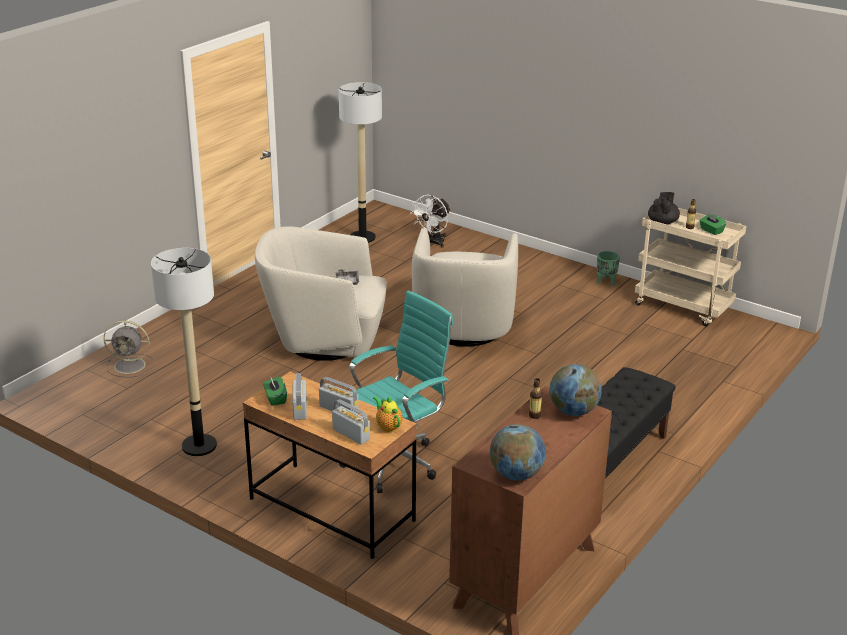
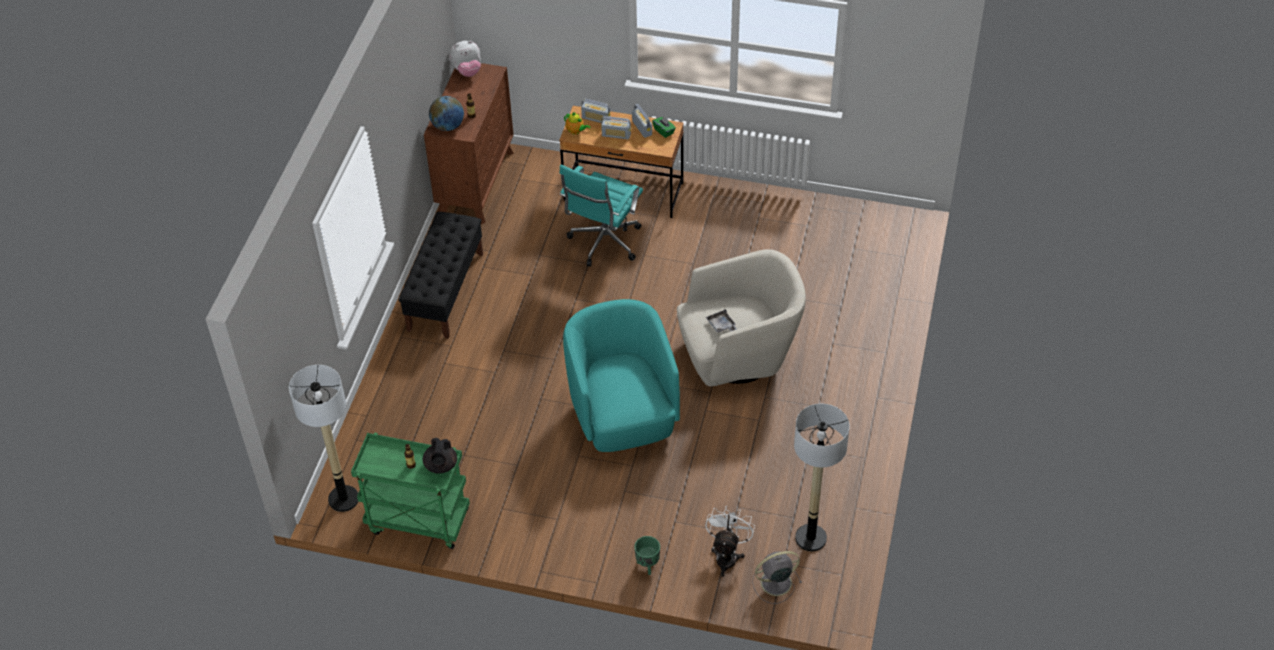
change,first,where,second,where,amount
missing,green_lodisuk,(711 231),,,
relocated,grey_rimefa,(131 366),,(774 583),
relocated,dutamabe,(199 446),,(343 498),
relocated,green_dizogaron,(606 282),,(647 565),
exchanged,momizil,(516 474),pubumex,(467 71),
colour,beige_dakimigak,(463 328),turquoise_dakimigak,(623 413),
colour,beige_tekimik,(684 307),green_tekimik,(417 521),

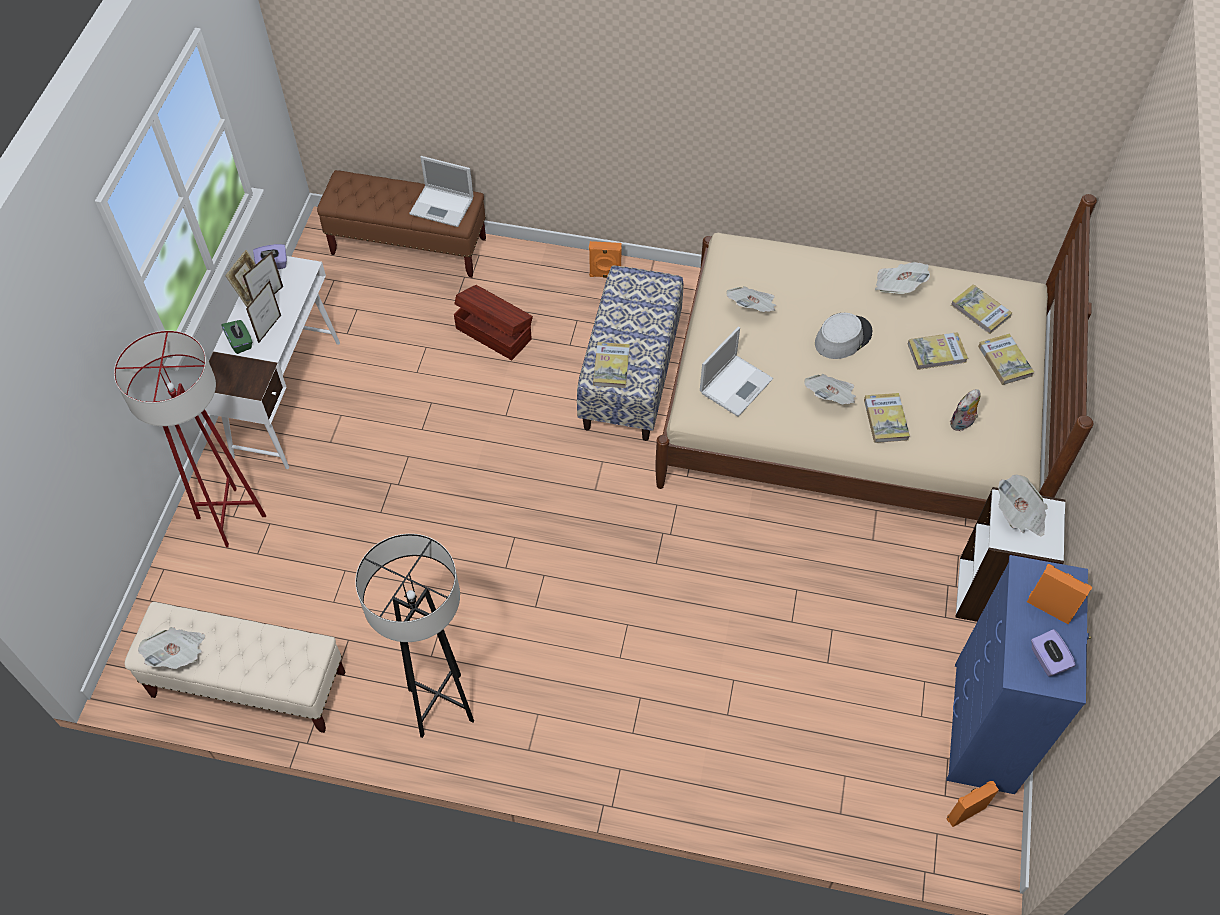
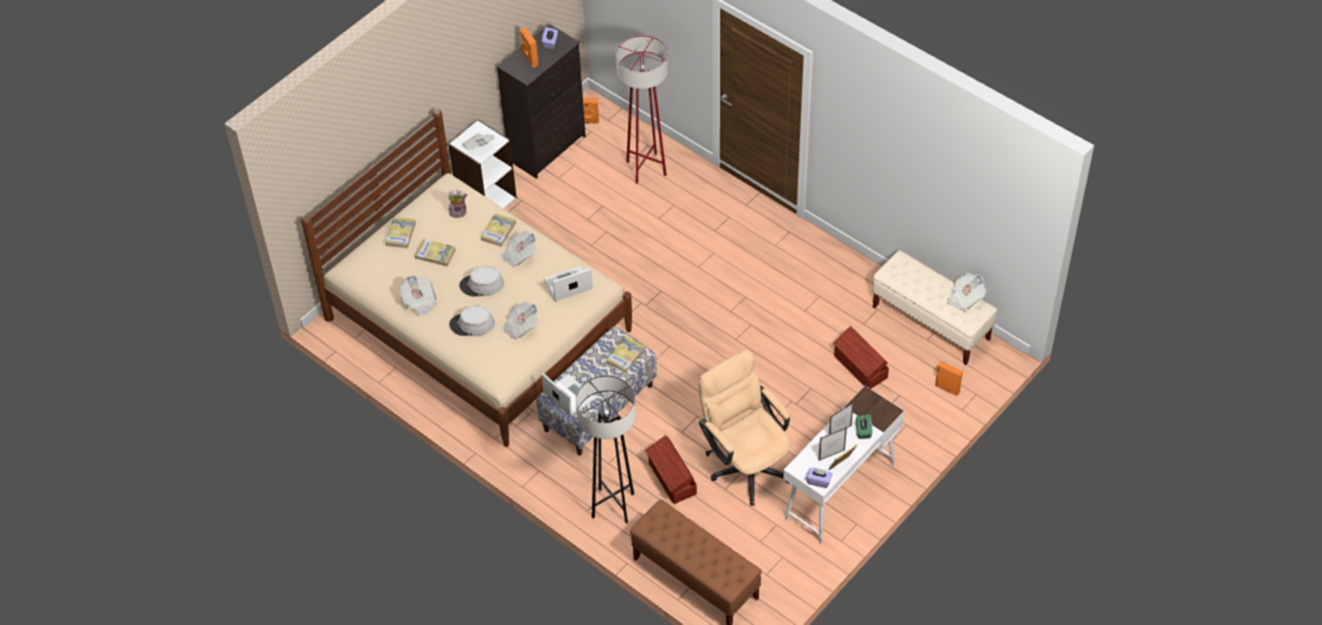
change,first,where,second,where,amount
missing,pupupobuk,(980 311),,,
appeared,,,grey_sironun,(472 324),
appeared,,,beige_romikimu,(745 463),
appeared,,,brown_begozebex,(860 367),
relocated,red_dutamabe,(231 517),,(646 168),
relocated,grey_dutamabe,(441 705),,(613 506),
relocated,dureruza,(443 206),,(568 395),
relocated,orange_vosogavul,(605 275),,(947 388),
colour,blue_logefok,(982 728),black_logefok,(548 148),

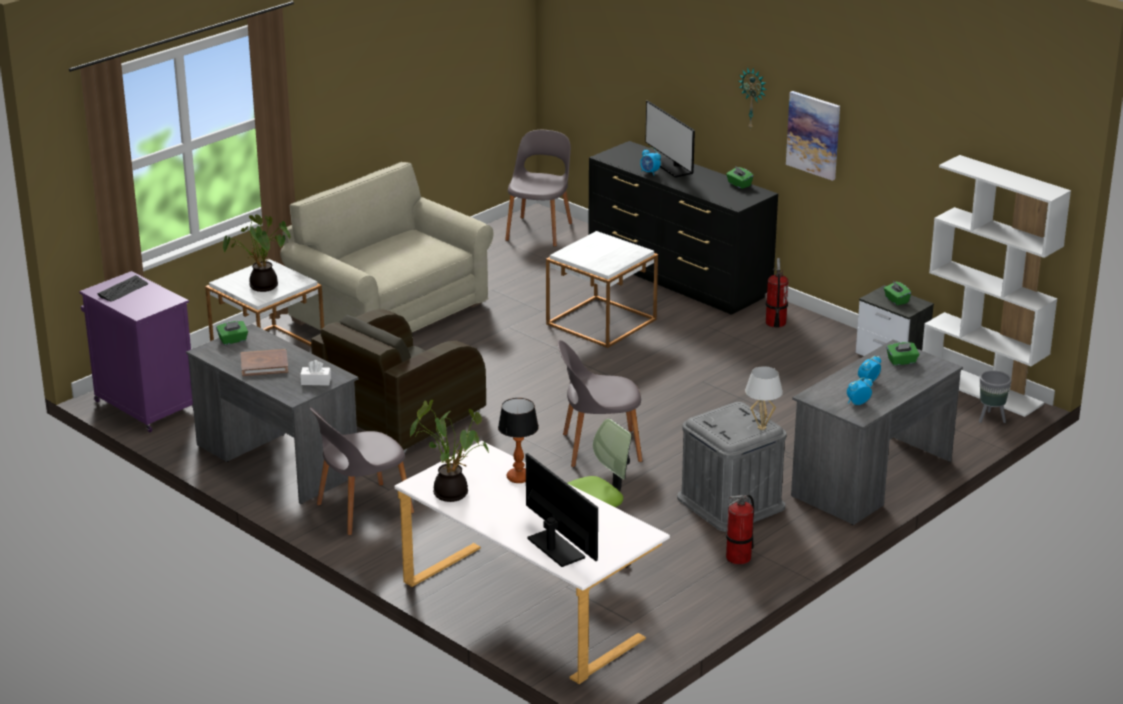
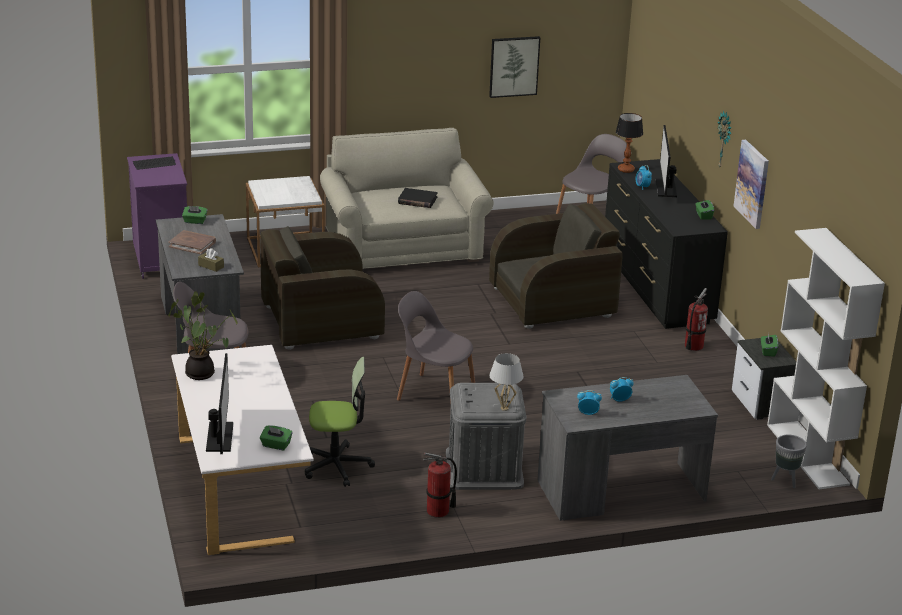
change,first,where,second,where,amount
missing,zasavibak,(261 287),,,
appeared,,,black_pupupobuk,(417 200),
appeared,,,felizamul,(514 66),
relocated,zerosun,(518 477),,(626 169),
relocated,green_lodisuk,(902 361),,(276 445),
exchanged,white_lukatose,(601 322),brown_dakimigak,(553 302),
colour,white_lodisuk,(316 381),brown_lodisuk,(211 266),

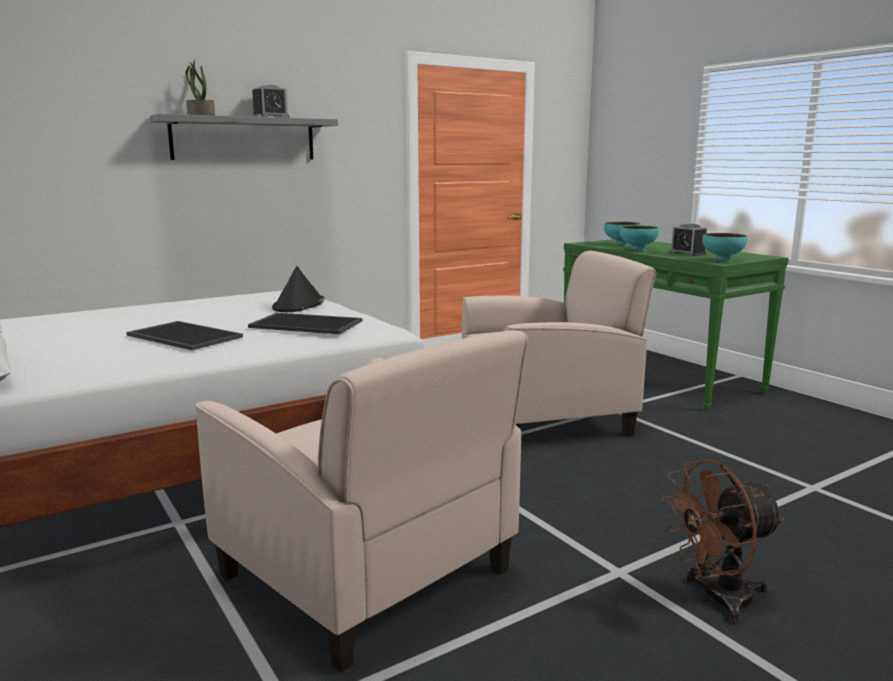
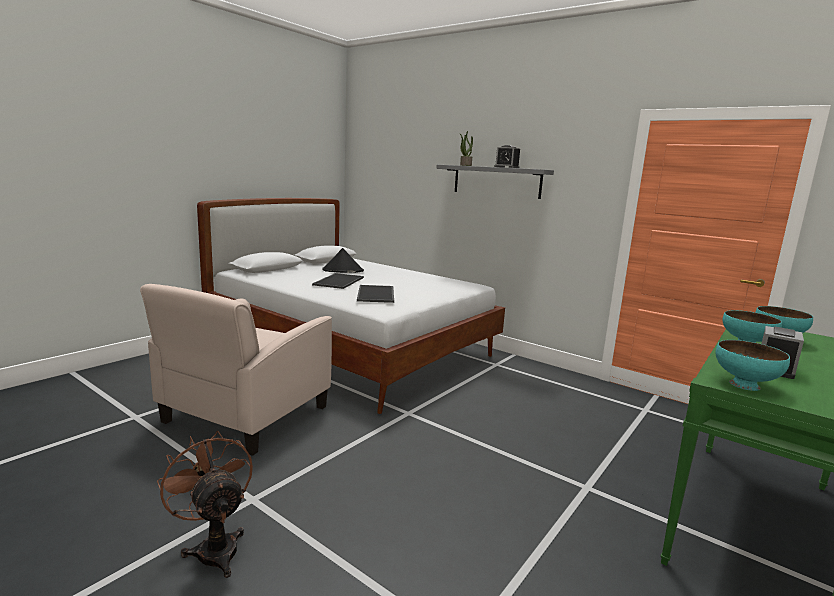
change,first,where,second,where,amount
missing,beige_dakimigak,(547 418),,,
relocated,black_sironun,(298 305),,(342 270),

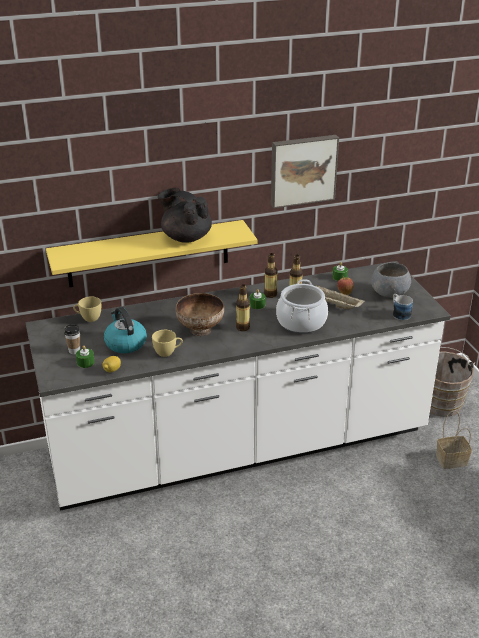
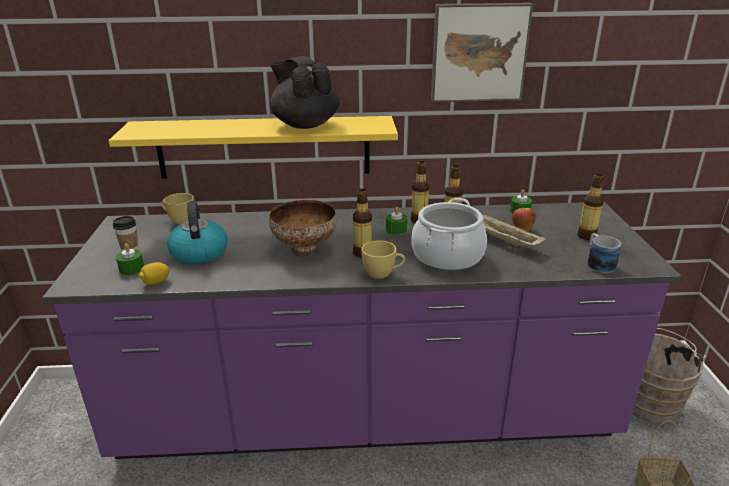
change,first,where,second,where,amount
relocated,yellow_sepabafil,(168 352),,(383 274),
exchanged,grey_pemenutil,(389 293),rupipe,(586 236),
colour,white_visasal,(239 447),purple_visasal,(365 416),

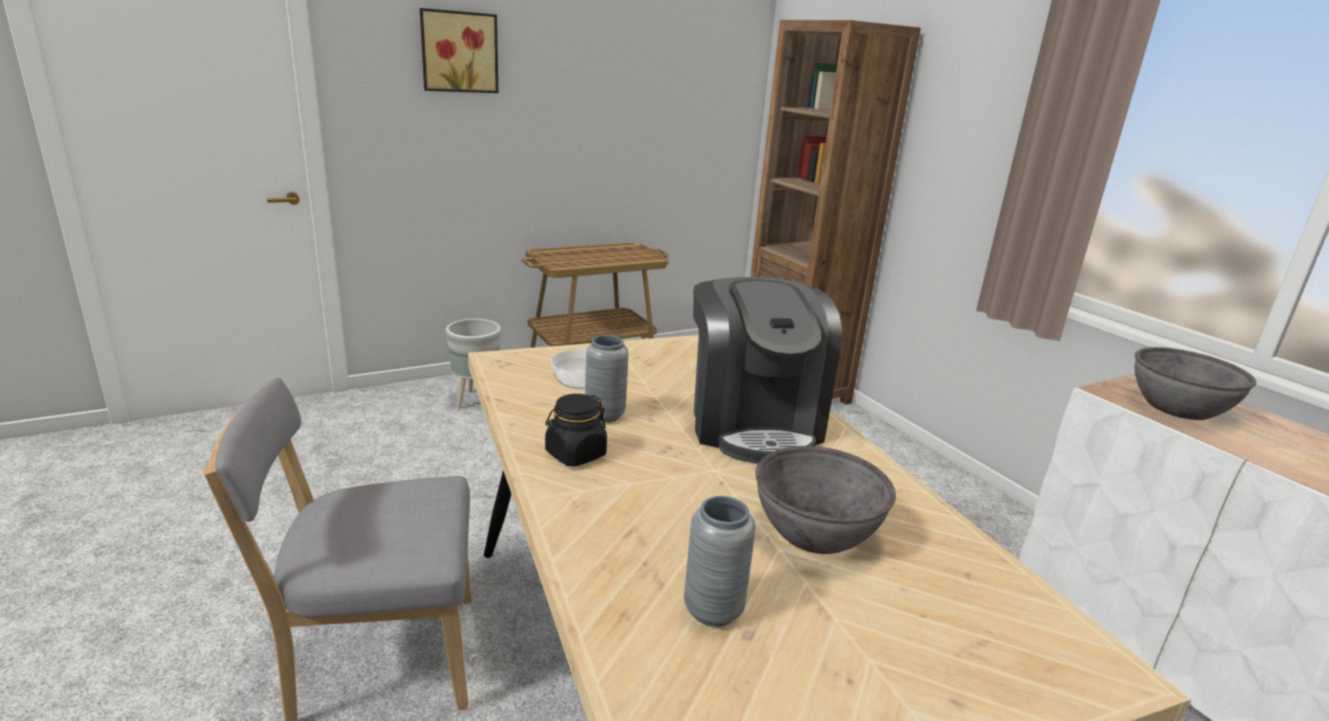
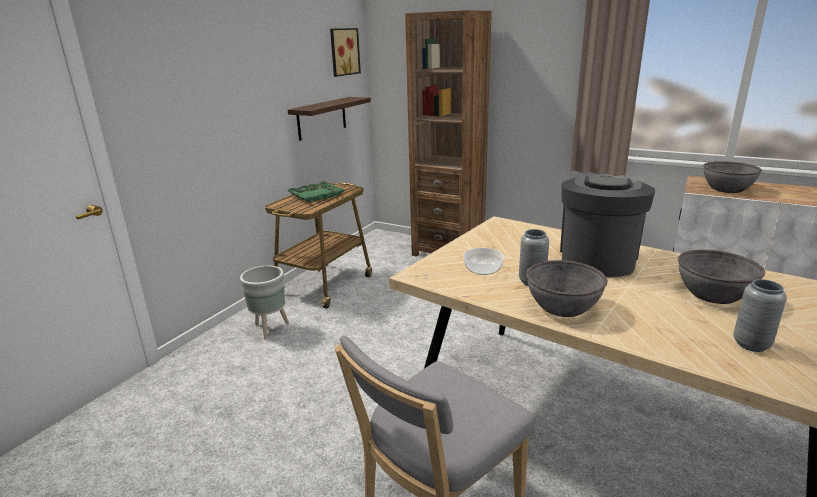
change,first,where,second,where,amount
appeared,,,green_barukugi,(316 195),
appeared,,,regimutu,(322 118),
relocated,felizamul,(459 52),,(343 52),
exchanged,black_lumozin,(575 454),grey_pemenutil,(562 306),
spun,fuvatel,(753 424),,(597 258),120 degrees counterclockwise

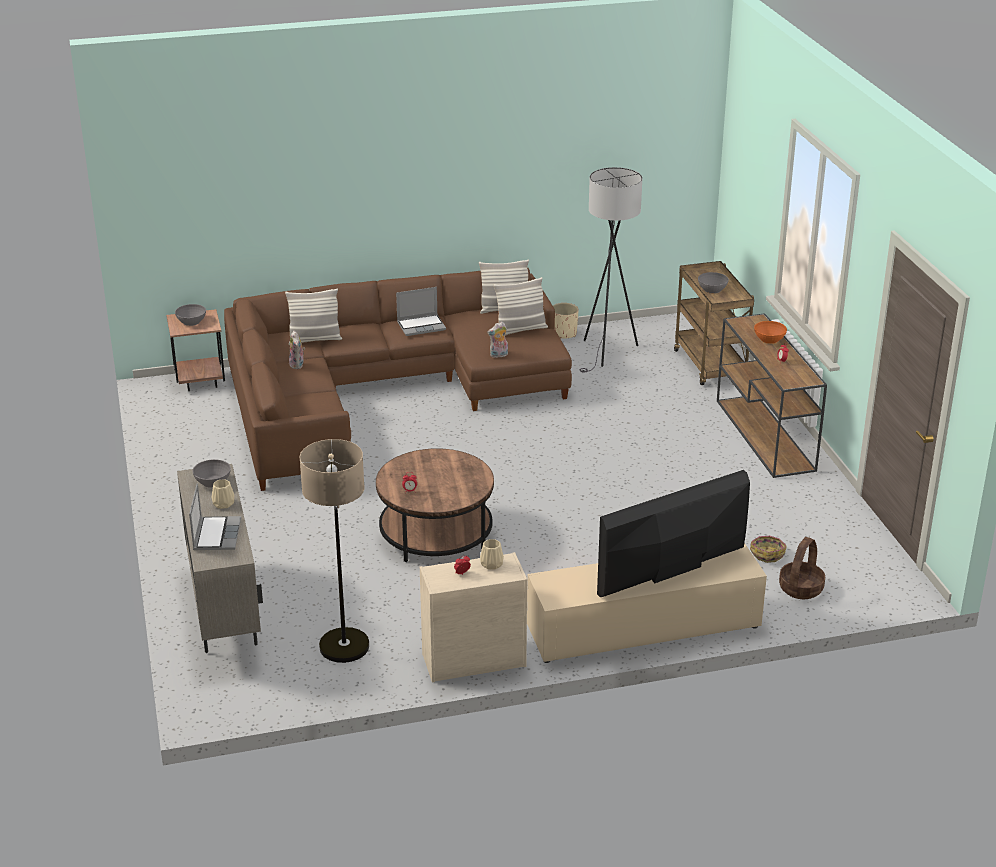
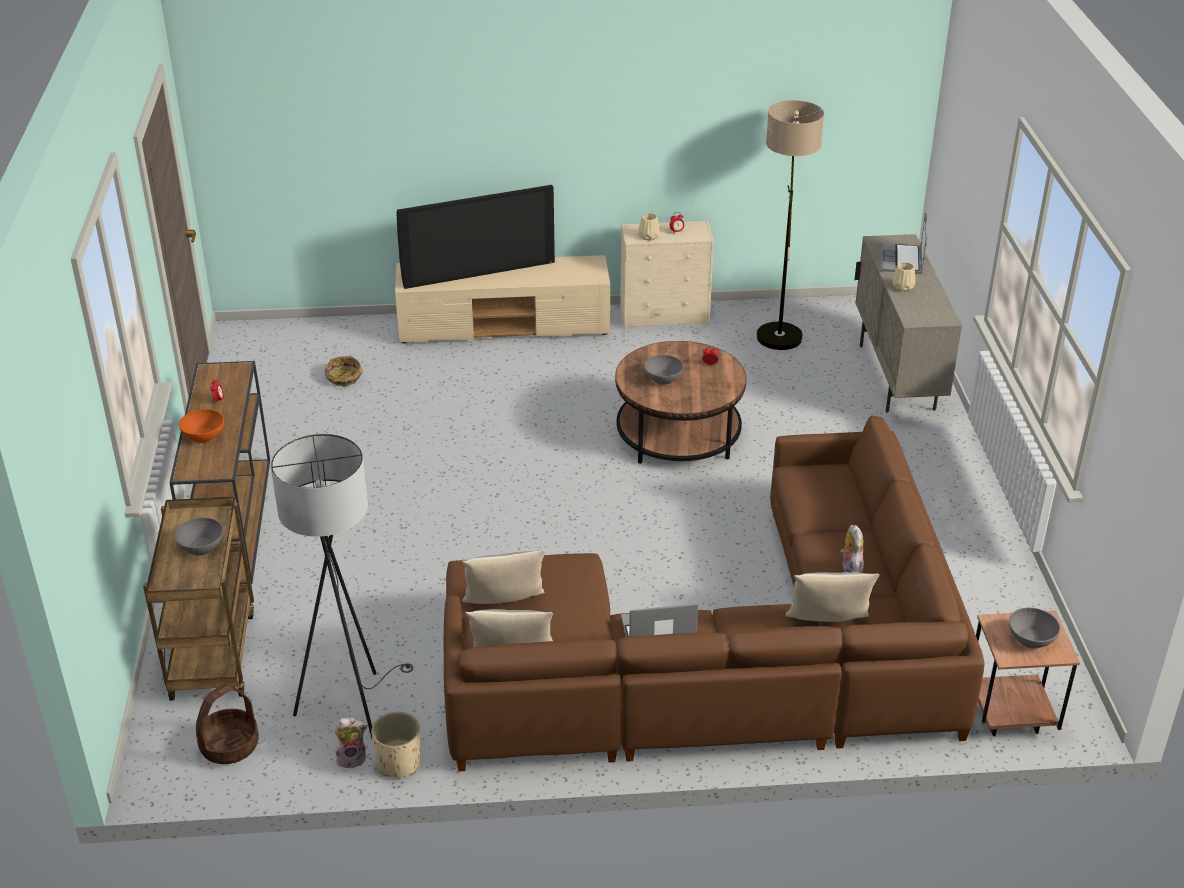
change,first,where,second,where,amount
relocated,grey_pemenutil,(213 481),,(663 378),
relocated,pubumex,(498 355),,(352 758),
relocated,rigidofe,(801 588),,(229 745),

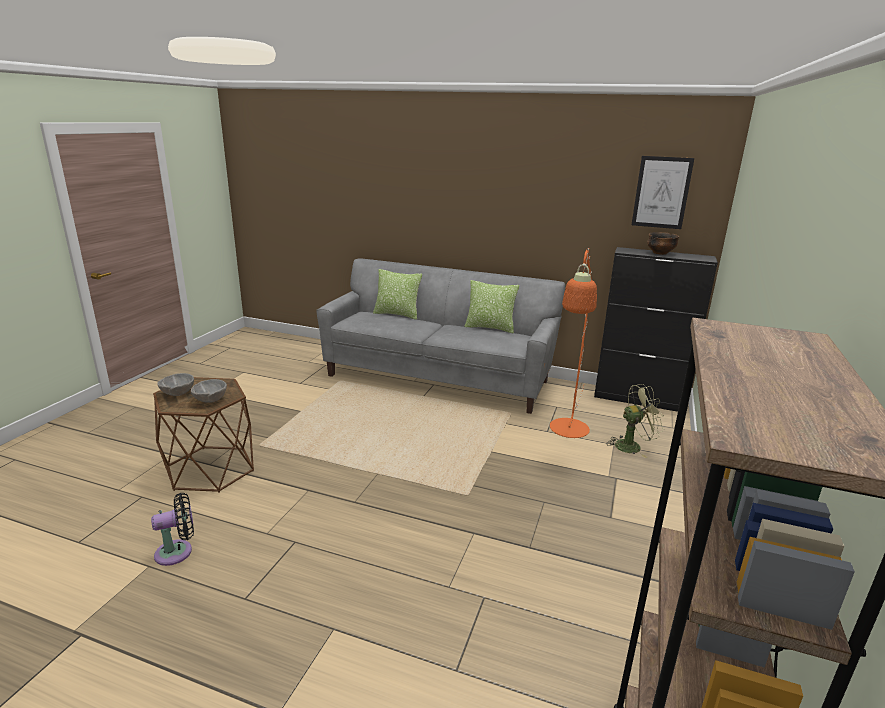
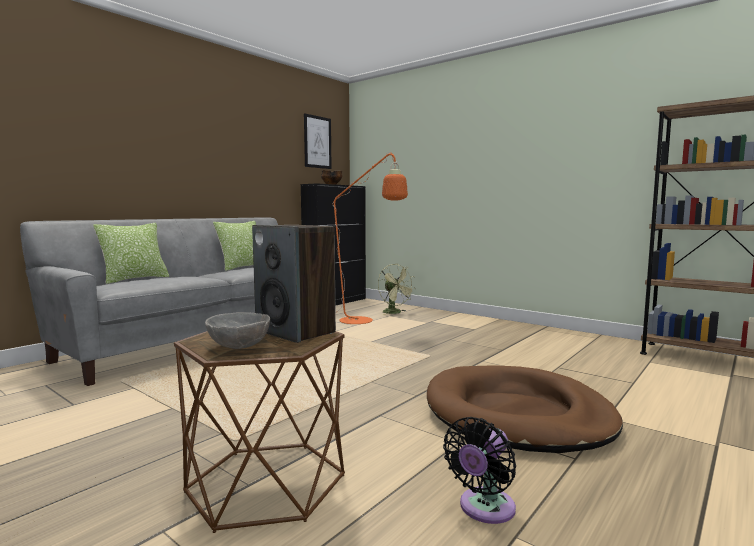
change,first,where,second,where,amount
appeared,,,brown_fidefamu,(517 414),
exchanged,grey_pemenutil,(210 400),vosogavul,(296 332),
spun,black_rimefa,(178 552),,(484 509),135 degrees counterclockwise
spun,green_rimefa,(632 446),,(395 313),135 degrees clockwise

